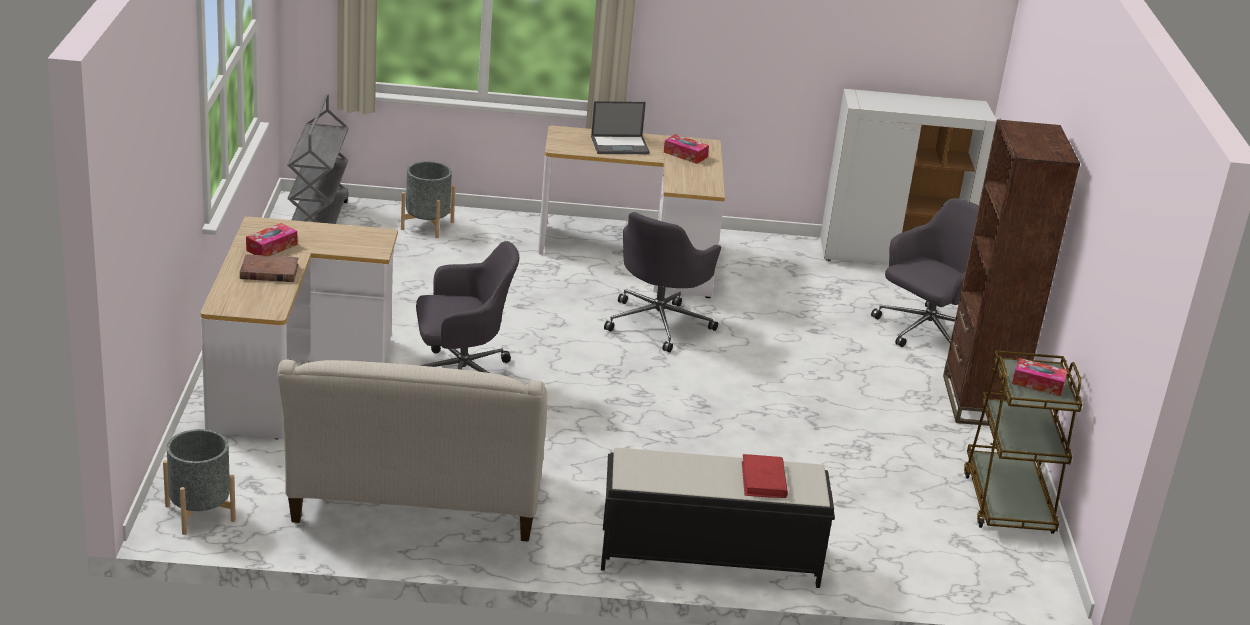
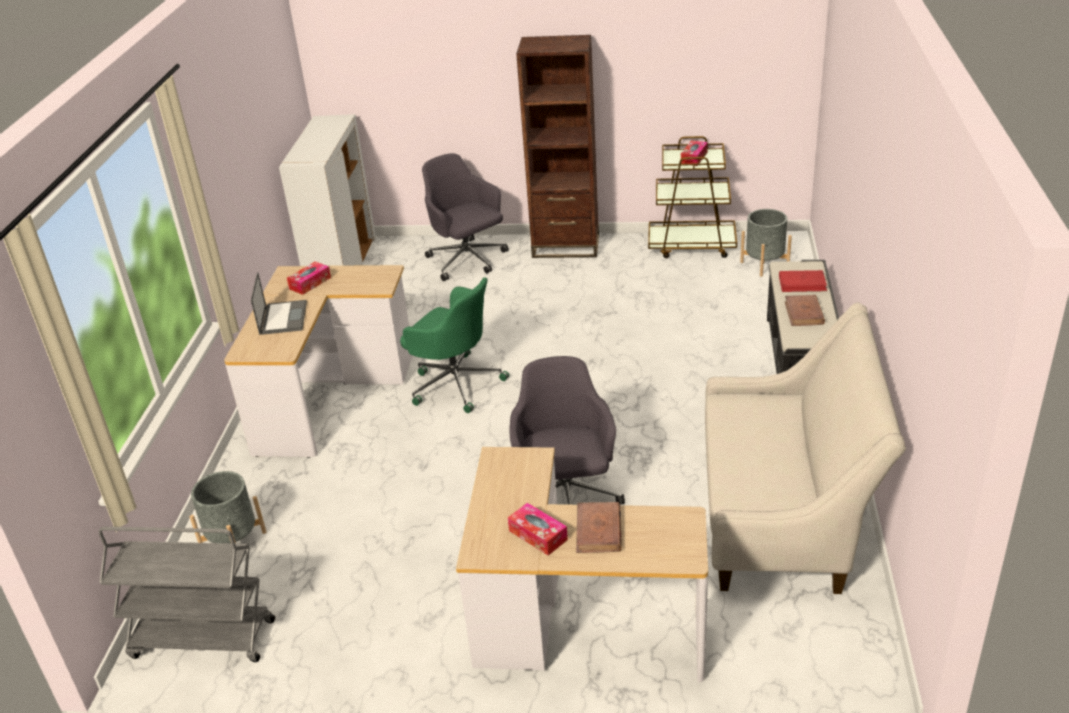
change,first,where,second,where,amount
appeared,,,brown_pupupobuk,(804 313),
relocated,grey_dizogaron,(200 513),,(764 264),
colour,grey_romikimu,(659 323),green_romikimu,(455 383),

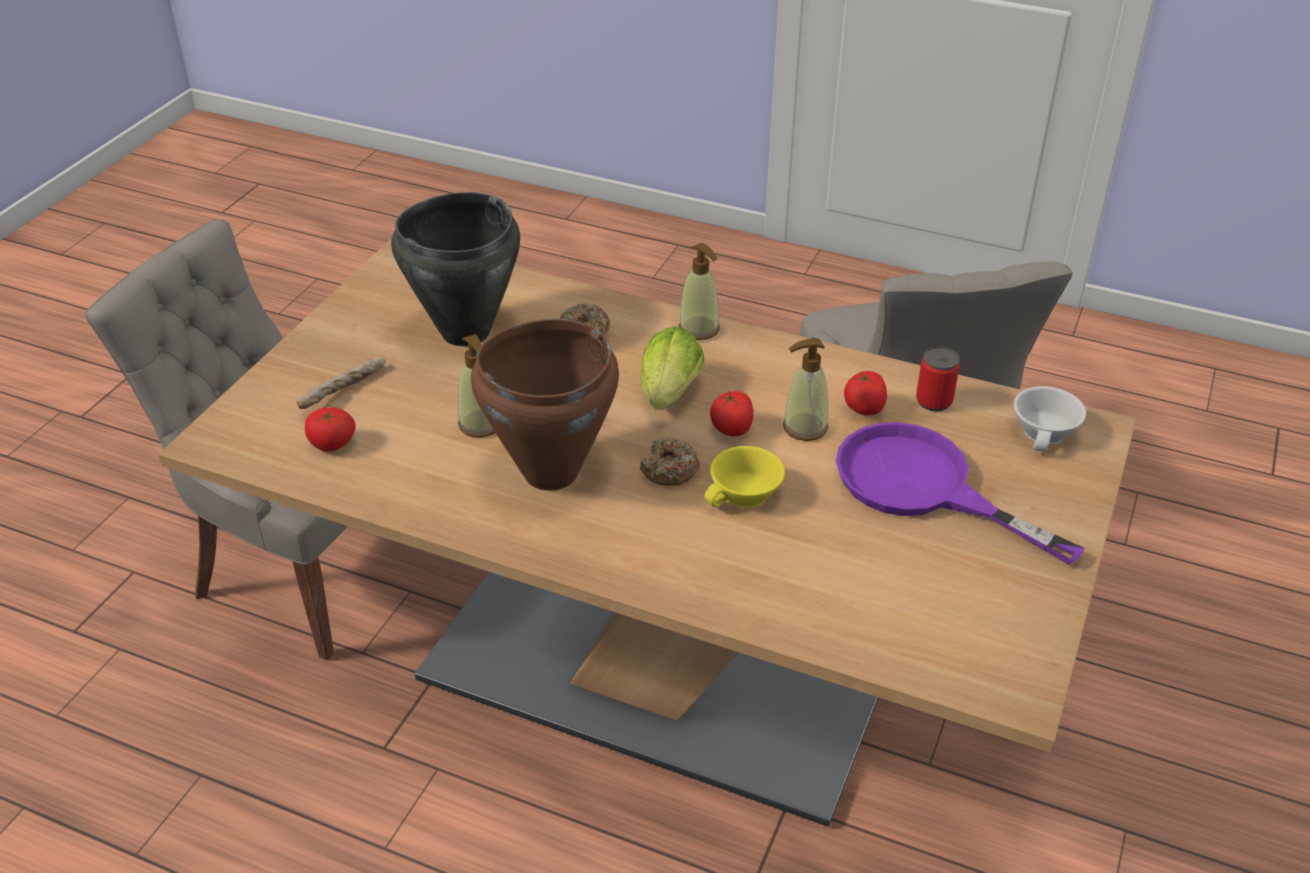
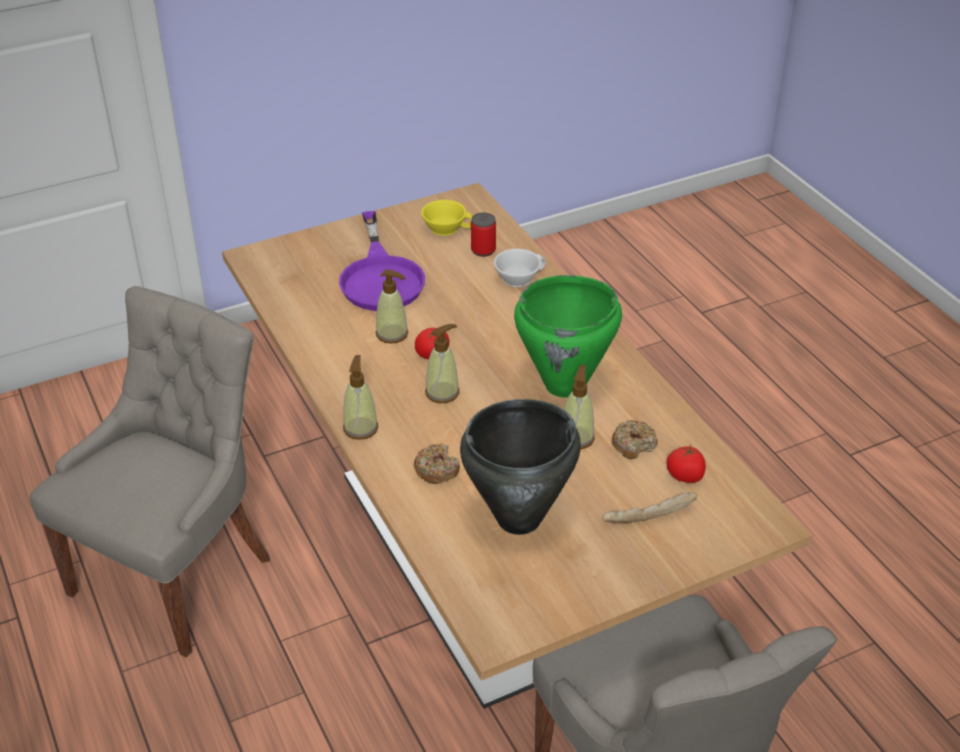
change,first,where,second,where,amount
missing,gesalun,(864 408),,,
relocated,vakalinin,(669 470),,(633 444),
relocated,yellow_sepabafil,(745 496),,(446 227),
relocated,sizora,(934 401),,(483 250),
relocated,white_sepabafil,(1046 433),,(517 277),
exchanged,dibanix,(668 397),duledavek,(442 392),
colour,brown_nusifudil,(549 472),green_nusifudil,(565 385),

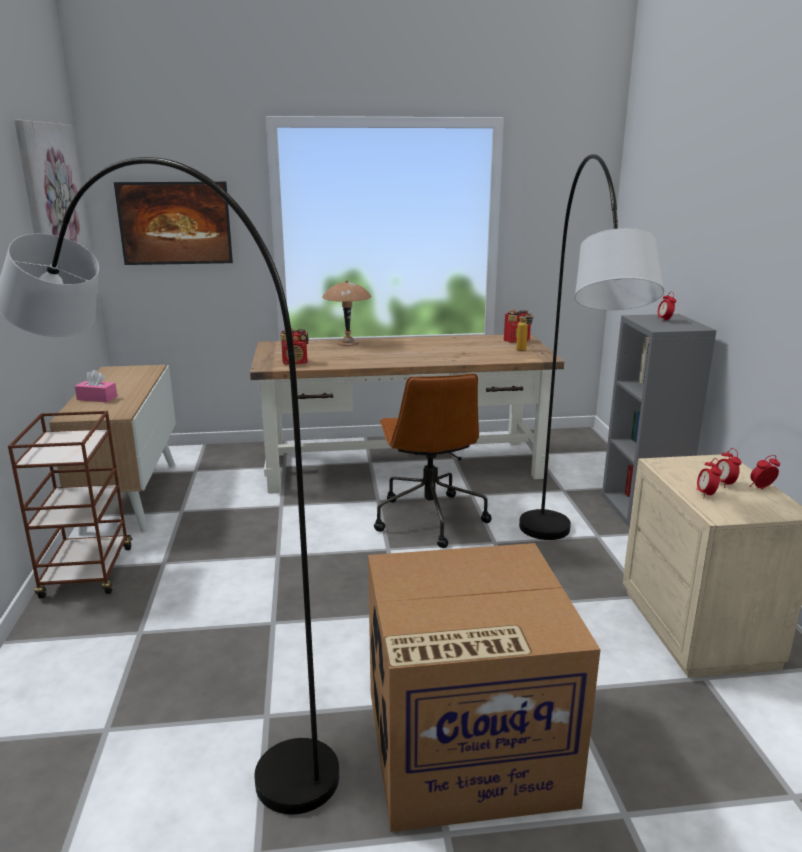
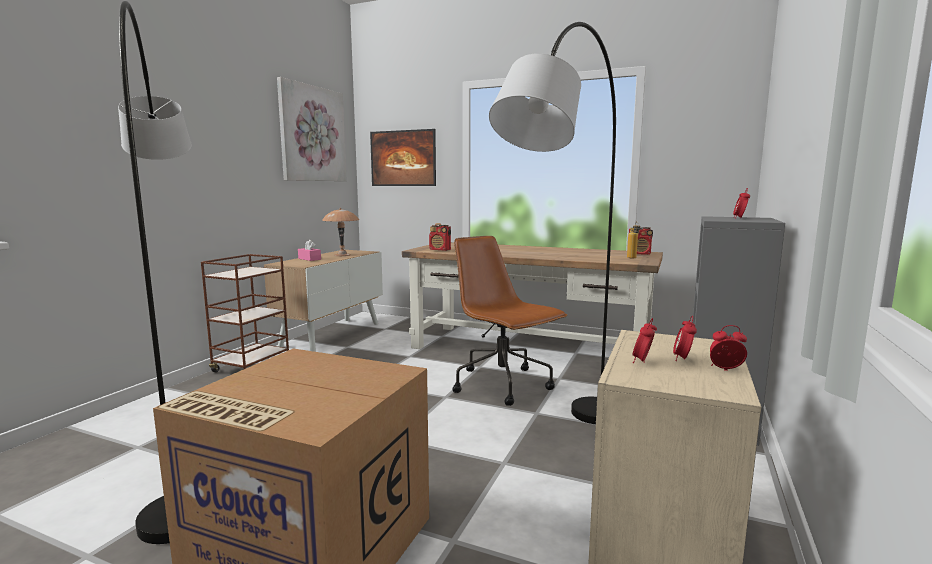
change,first,where,second,where,amount
relocated,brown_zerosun,(348 343),,(342 255),
spun,brown_romikimu,(428 518),,(503 385),120 degrees clockwise

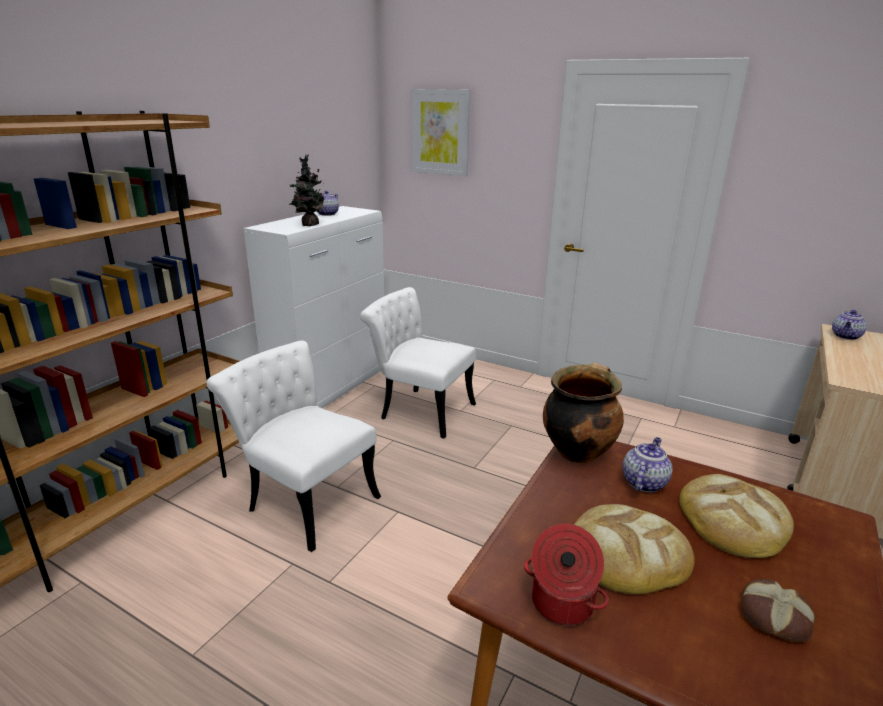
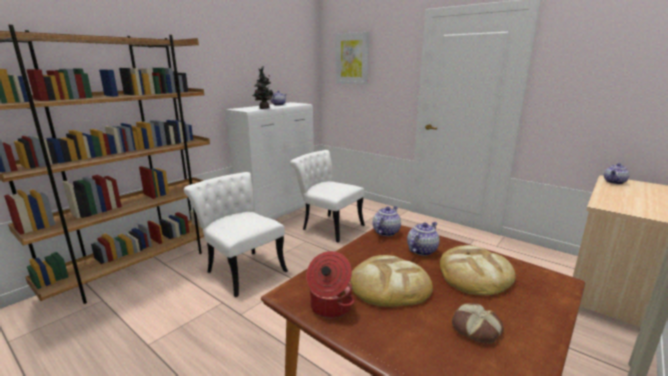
change,first,where,second,where,amount
exchanged,nusifudil,(577 451),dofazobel,(386 232),

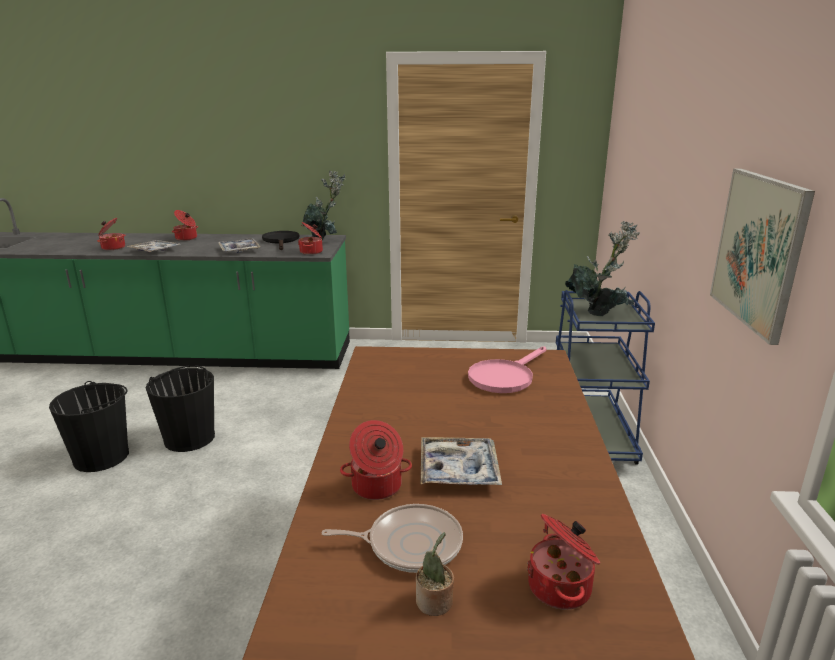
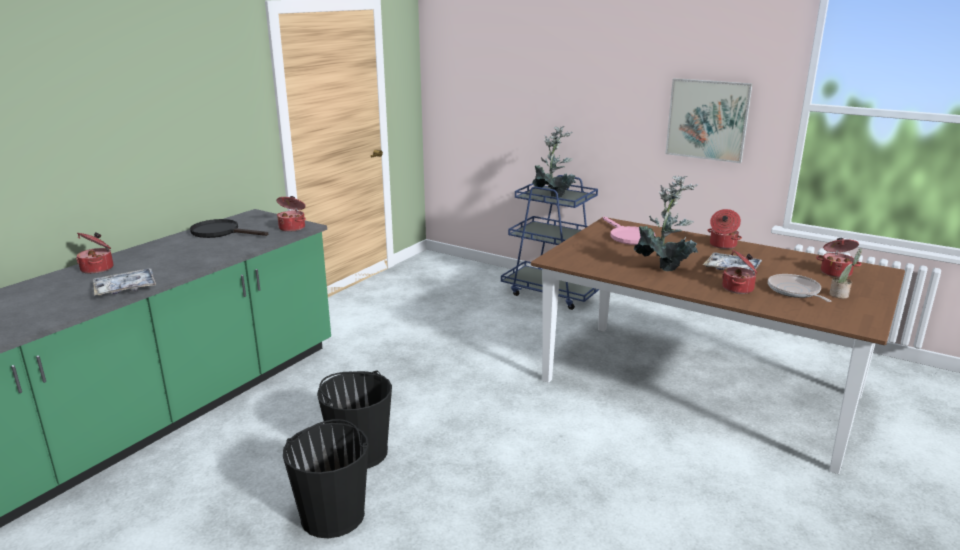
change,first,where,second,where,amount
missing,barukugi,(239 250),,,
relocated,nusifudil,(113 247),,(722 245),
relocated,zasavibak,(325 240),,(664 267),
spun,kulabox,(410 544),,(795 291),45 degrees counterclockwise

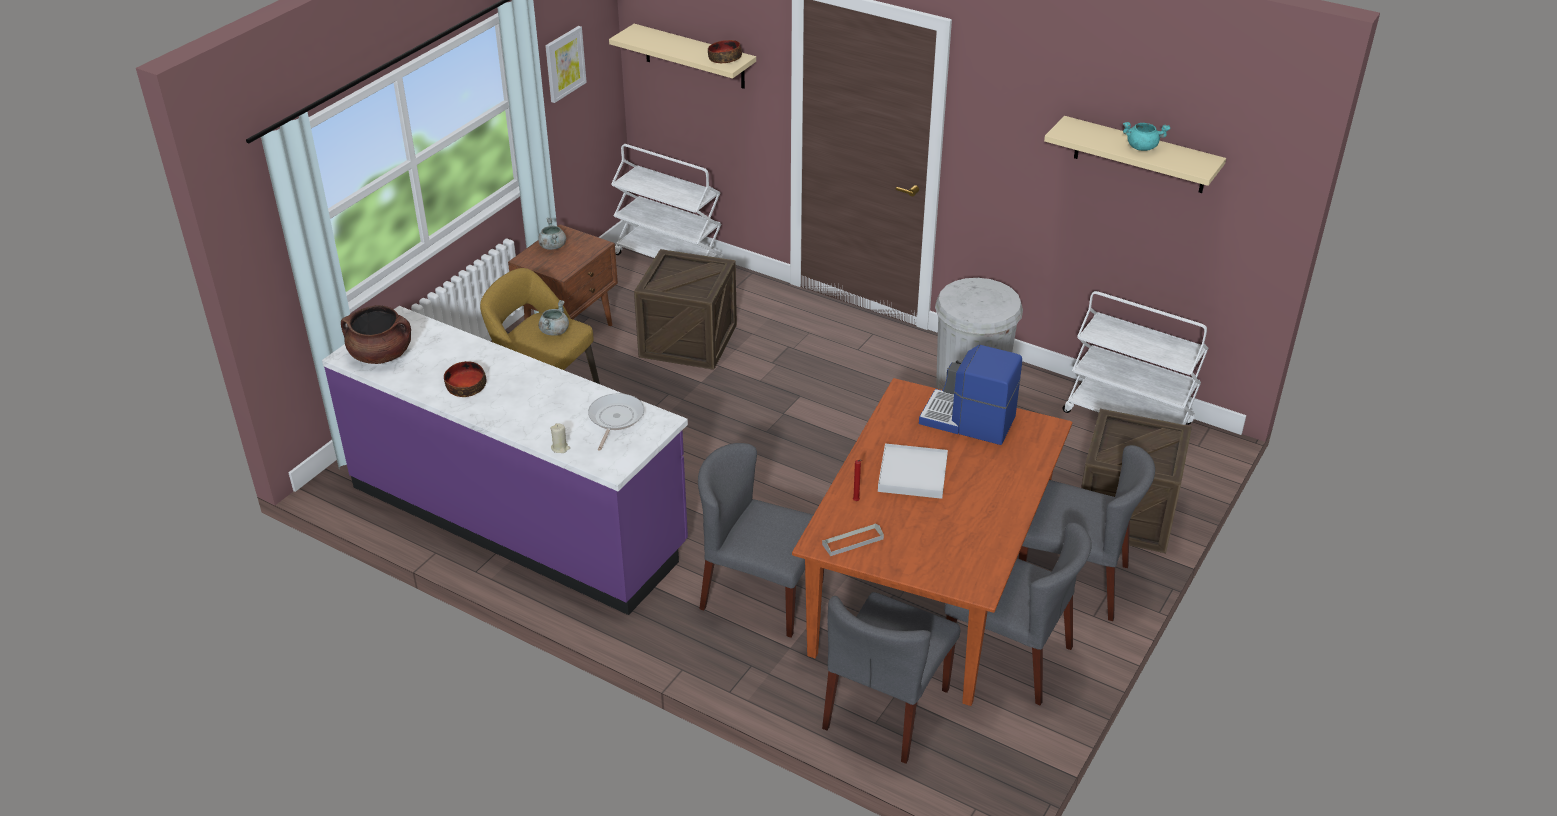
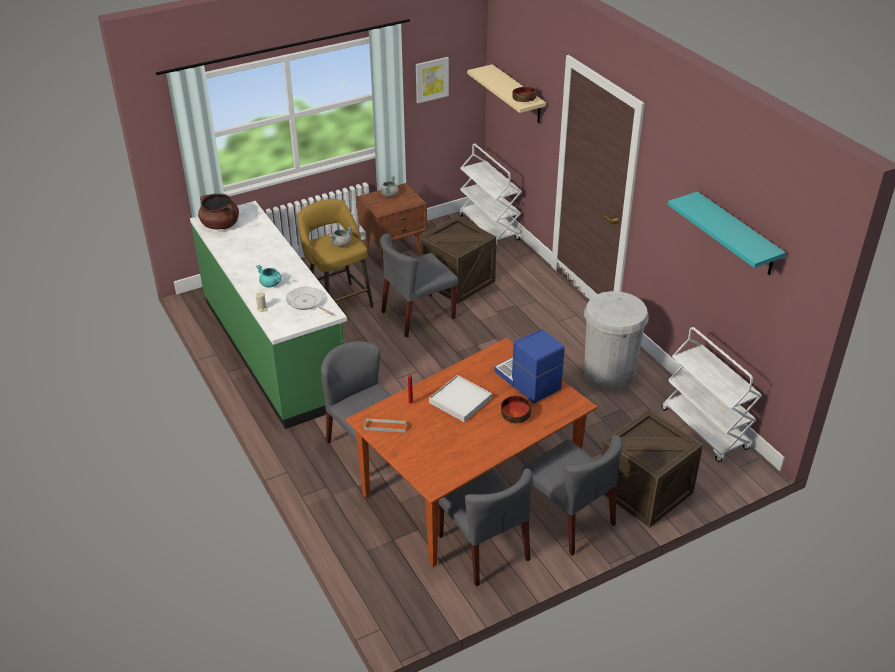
change,first,where,second,where,amount
relocated,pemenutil,(466 387),,(515 414),
relocated,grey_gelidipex,(886 709),,(417 315),
relocated,turquoise_nusifudil,(1142 147),,(271 284),
colour,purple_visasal,(518 517),green_visasal,(274 350),
colour,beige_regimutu,(1140 155),turquoise_regimutu,(737 234),
spun,kulabox,(615 419),,(306 302),90 degrees counterclockwise

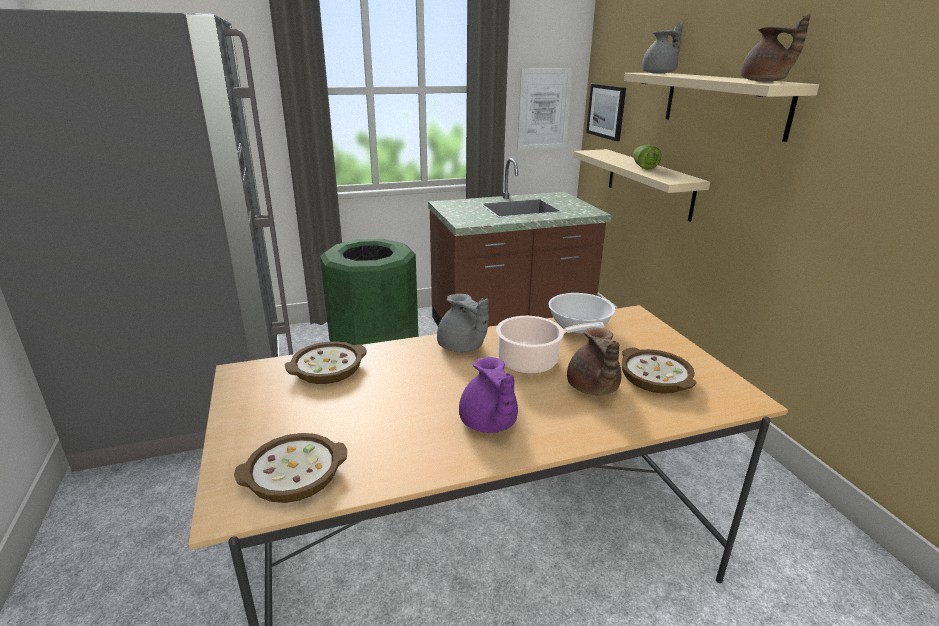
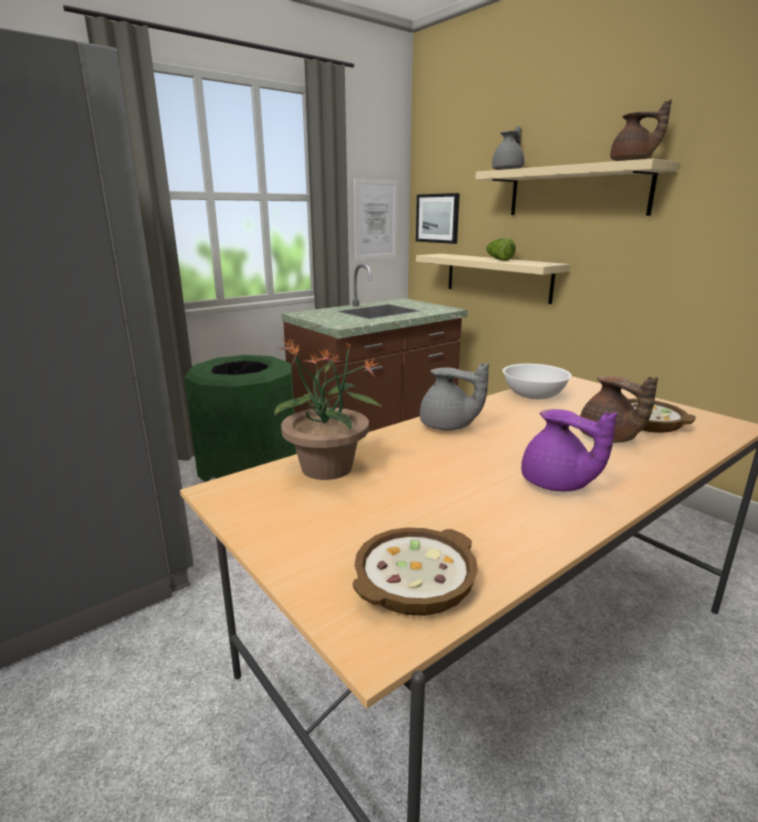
change,first,where,second,where,amount
missing,nusifudil,(532 361),,,
exchanged,pemenutil,(327 369),zasavibak,(327 469),

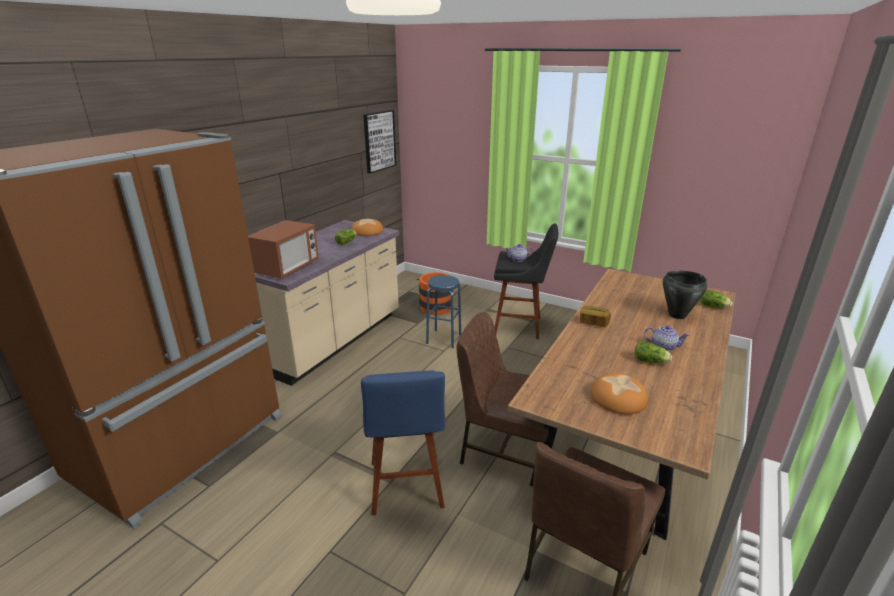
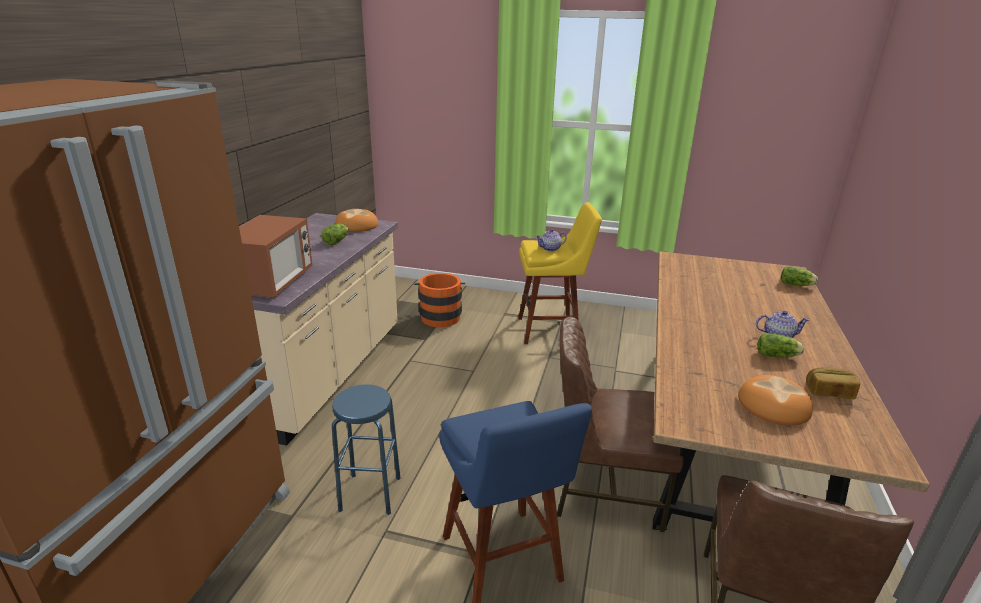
change,first,where,second,where,amount
missing,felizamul,(379 141),,,
missing,black_nusifudil,(676 315),,,
relocated,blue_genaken,(444 339),,(370 494),
relocated,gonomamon,(593 323),,(829 392),
colour,black_genaken,(520 326),yellow_genaken,(552 330),

